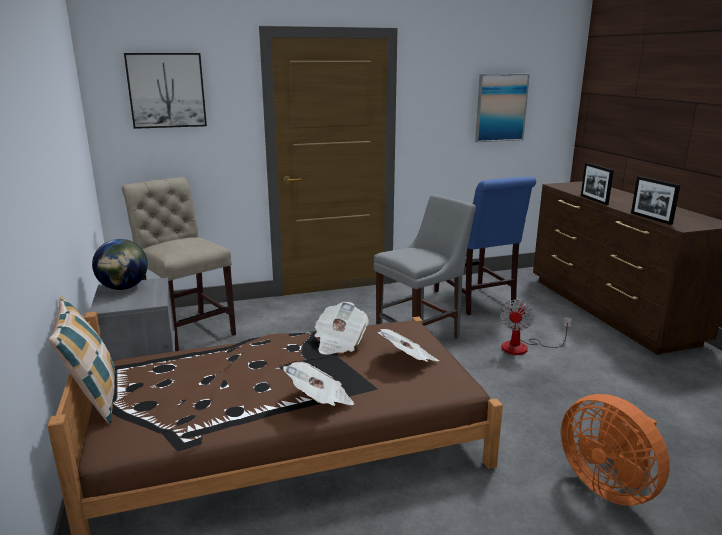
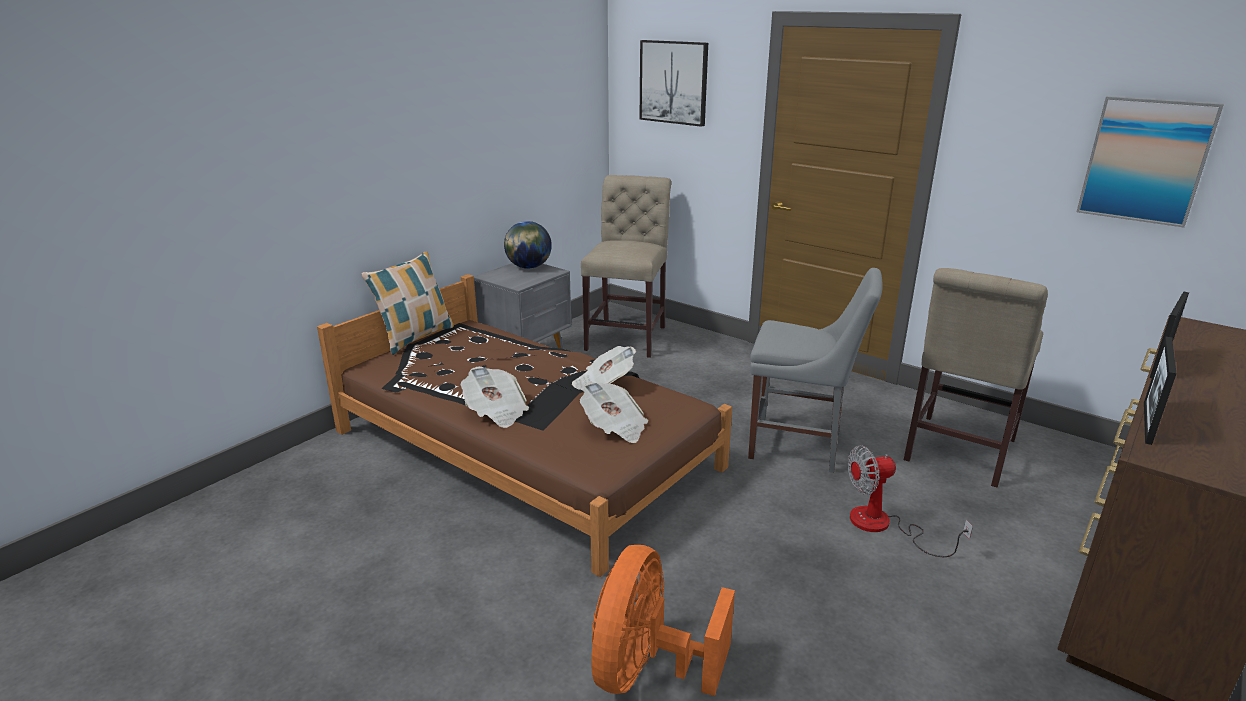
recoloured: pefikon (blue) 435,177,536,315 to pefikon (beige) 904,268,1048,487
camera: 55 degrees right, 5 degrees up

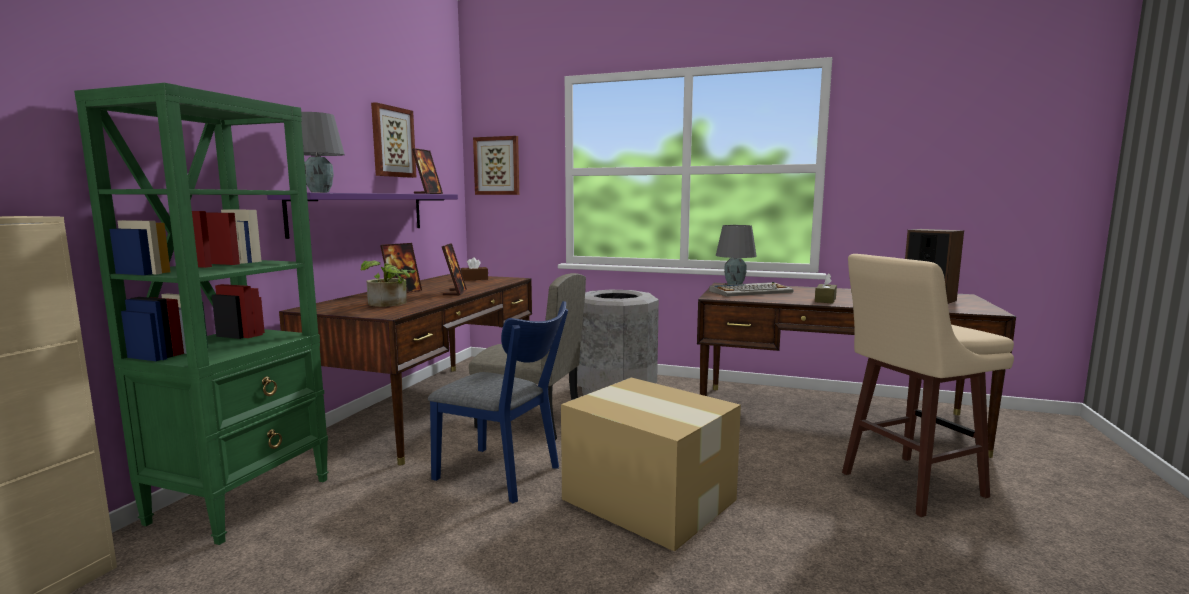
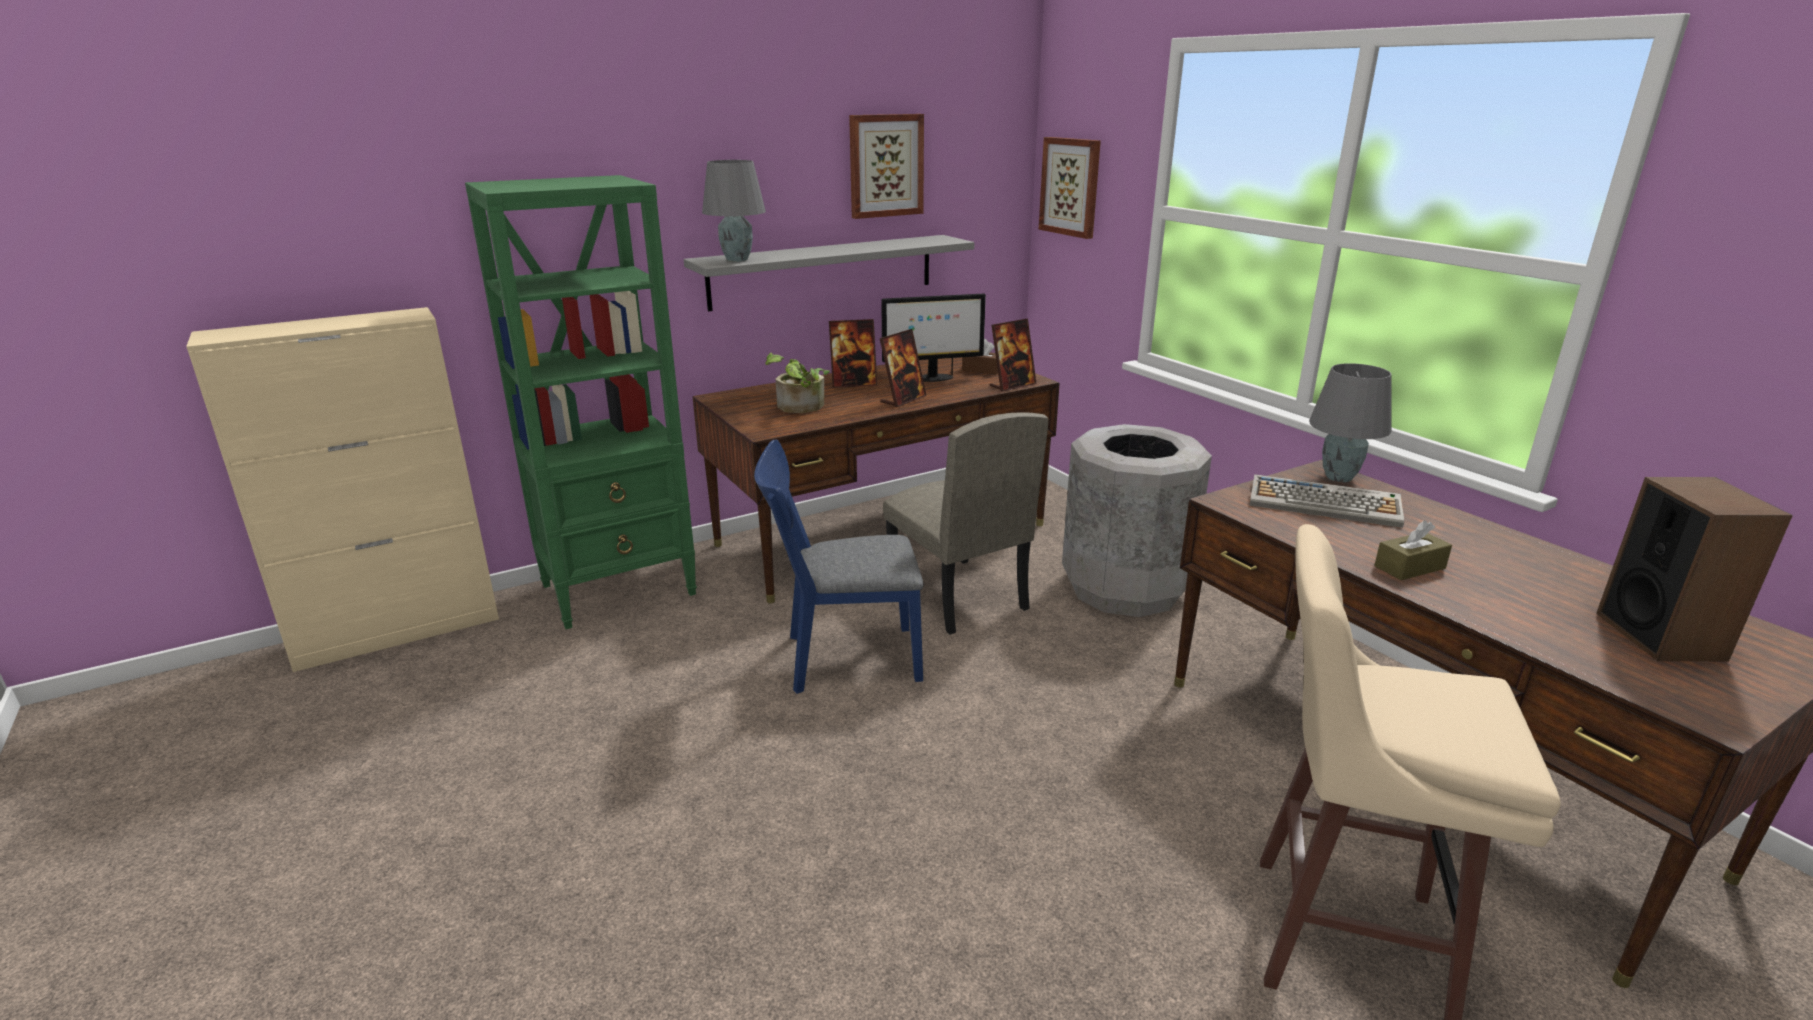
removed: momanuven 561,378,741,552
added: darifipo 881,294,986,382
moved: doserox 412,148,443,194 to 989,318,1037,391
recoloured: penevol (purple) 267,193,458,239 to penevol (grey) 684,235,974,311
turned: pefikon (blue) 428,301,568,504 = 754,440,923,694 105 degrees clockwise
camera: 40 degrees right, 15 degrees up

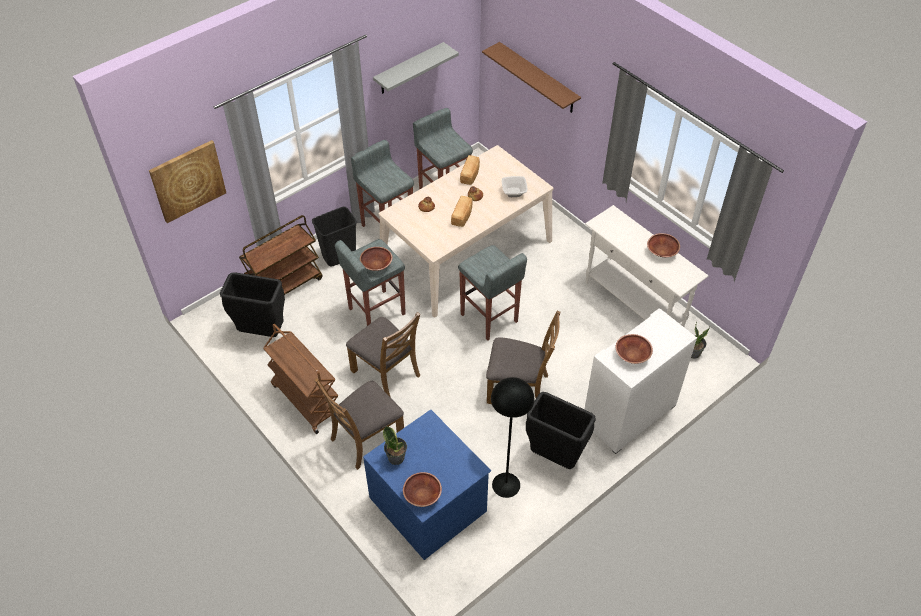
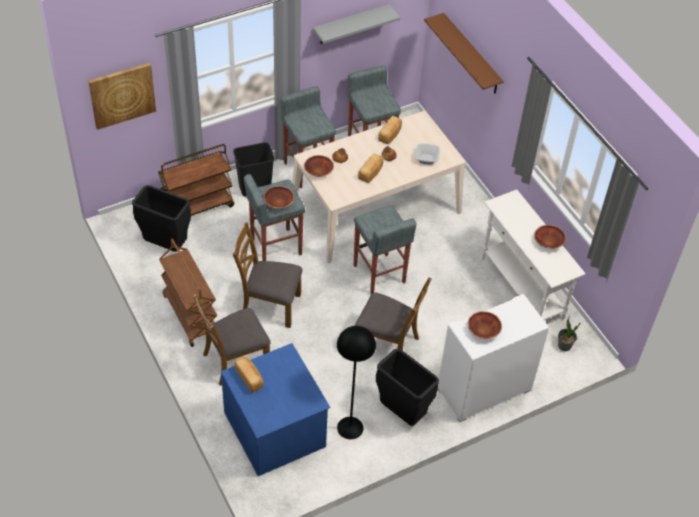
moved: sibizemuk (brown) 403,472,442,507 to 304,155,334,177
replaced: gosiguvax 383,426,407,465 to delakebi 235,356,264,393
turned: pefikon (brown) 346,312,420,398 = 233,222,303,328 135 degrees clockwise
camera: 10 degrees right, 0 degrees up

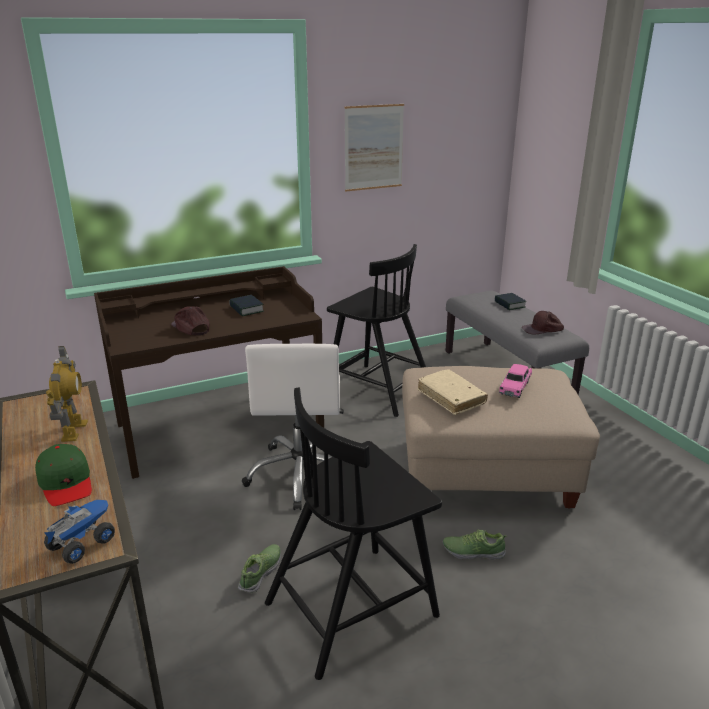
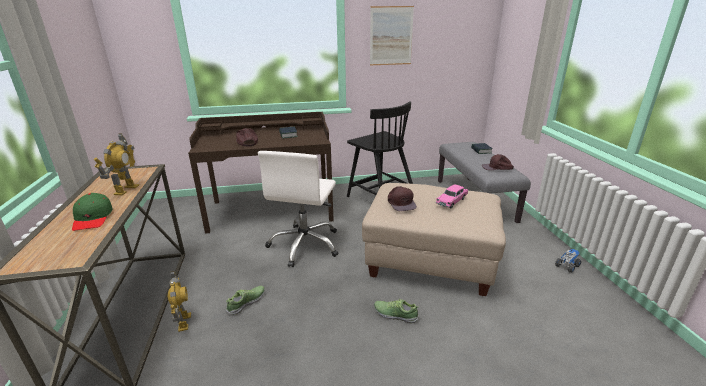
removed: pefikon (black) 265,388,442,680
added: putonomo 168,271,191,332
moved: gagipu 44,500,115,564 to 555,249,581,273
replaced: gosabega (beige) 418,369,488,415 to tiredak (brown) 388,186,417,211
camera: 15 degrees right, 0 degrees up

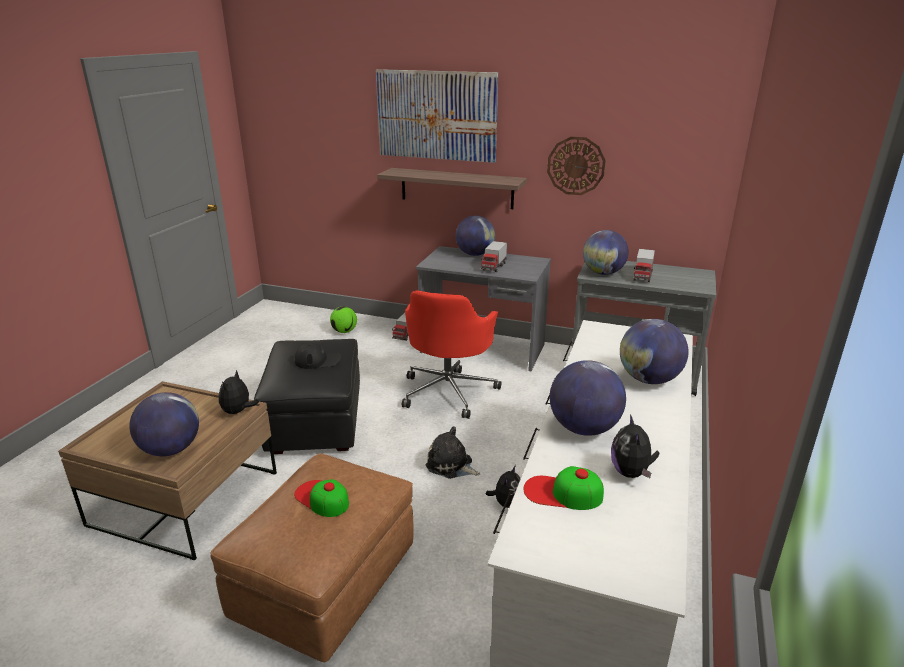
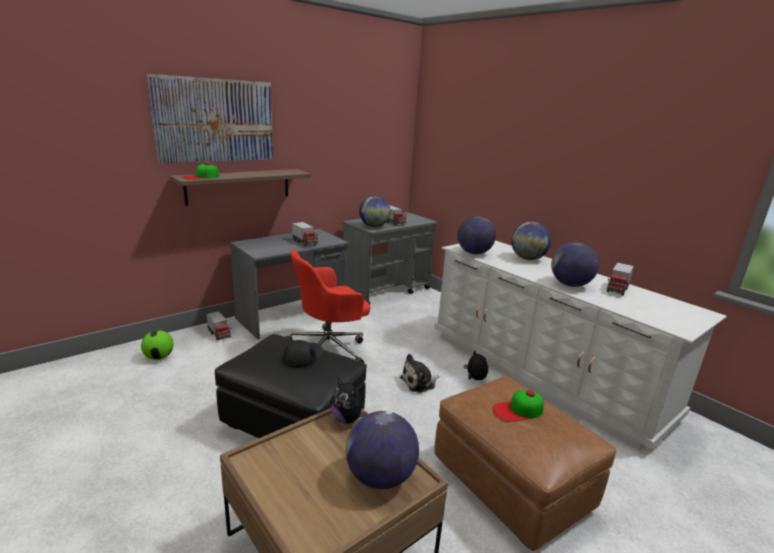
removed: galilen 547,137,606,195
moved: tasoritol 455,215,495,256 to 457,216,496,254; tiredak 523,466,604,510 to 182,162,219,180
replaced: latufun 611,414,660,478 to gagipu 607,262,634,296
turned: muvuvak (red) 402,290,501,419 = 286,249,370,363 105 degrees clockwise
camera: 60 degrees left, 5 degrees down

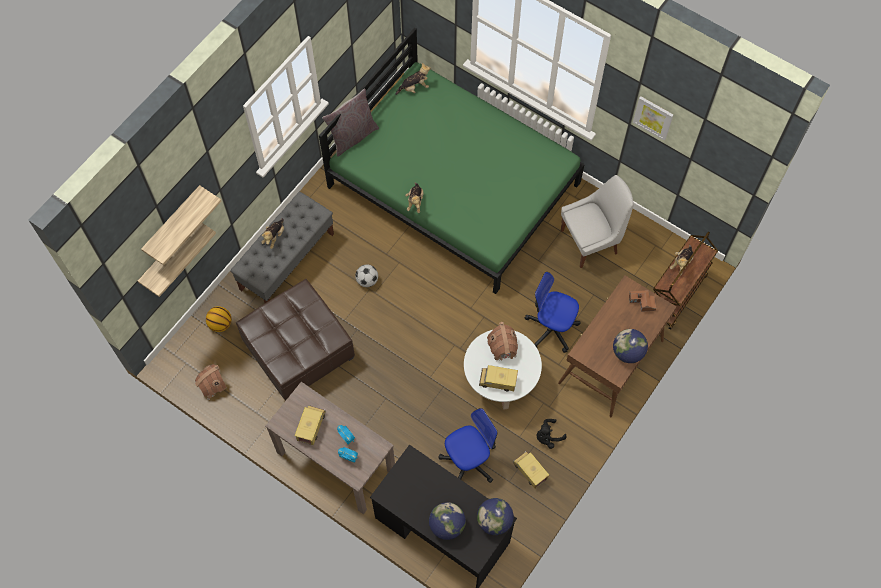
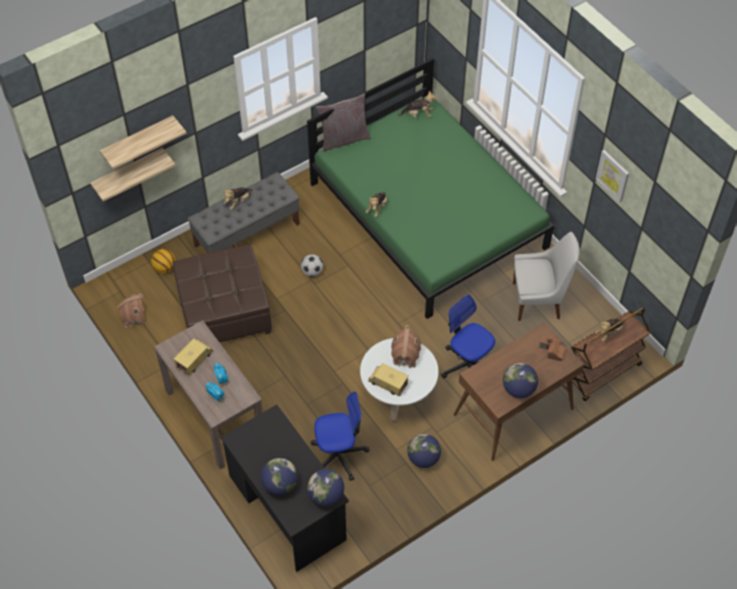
removed: gagipu 512,451,549,489
replaced: latufun (black) 537,419,566,449 to tasoritol 407,434,441,468
camera: 20 degrees right, 10 degrees down

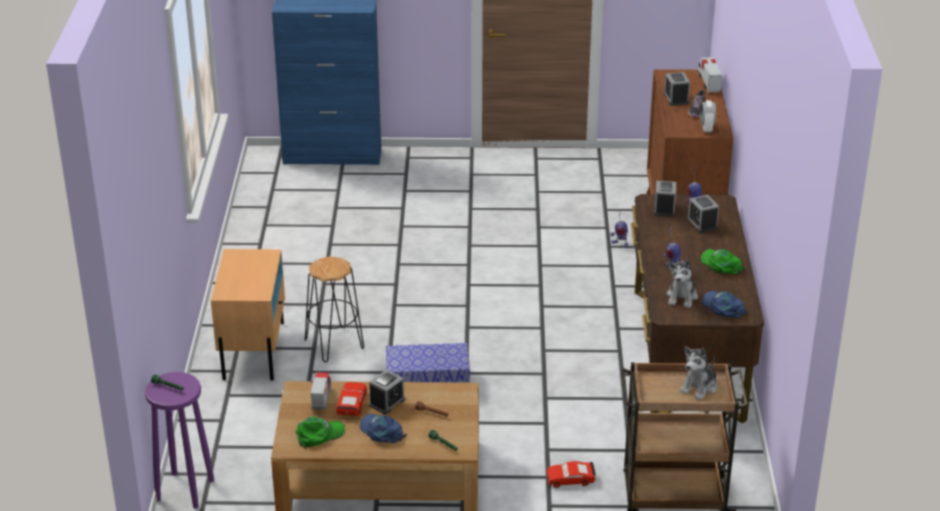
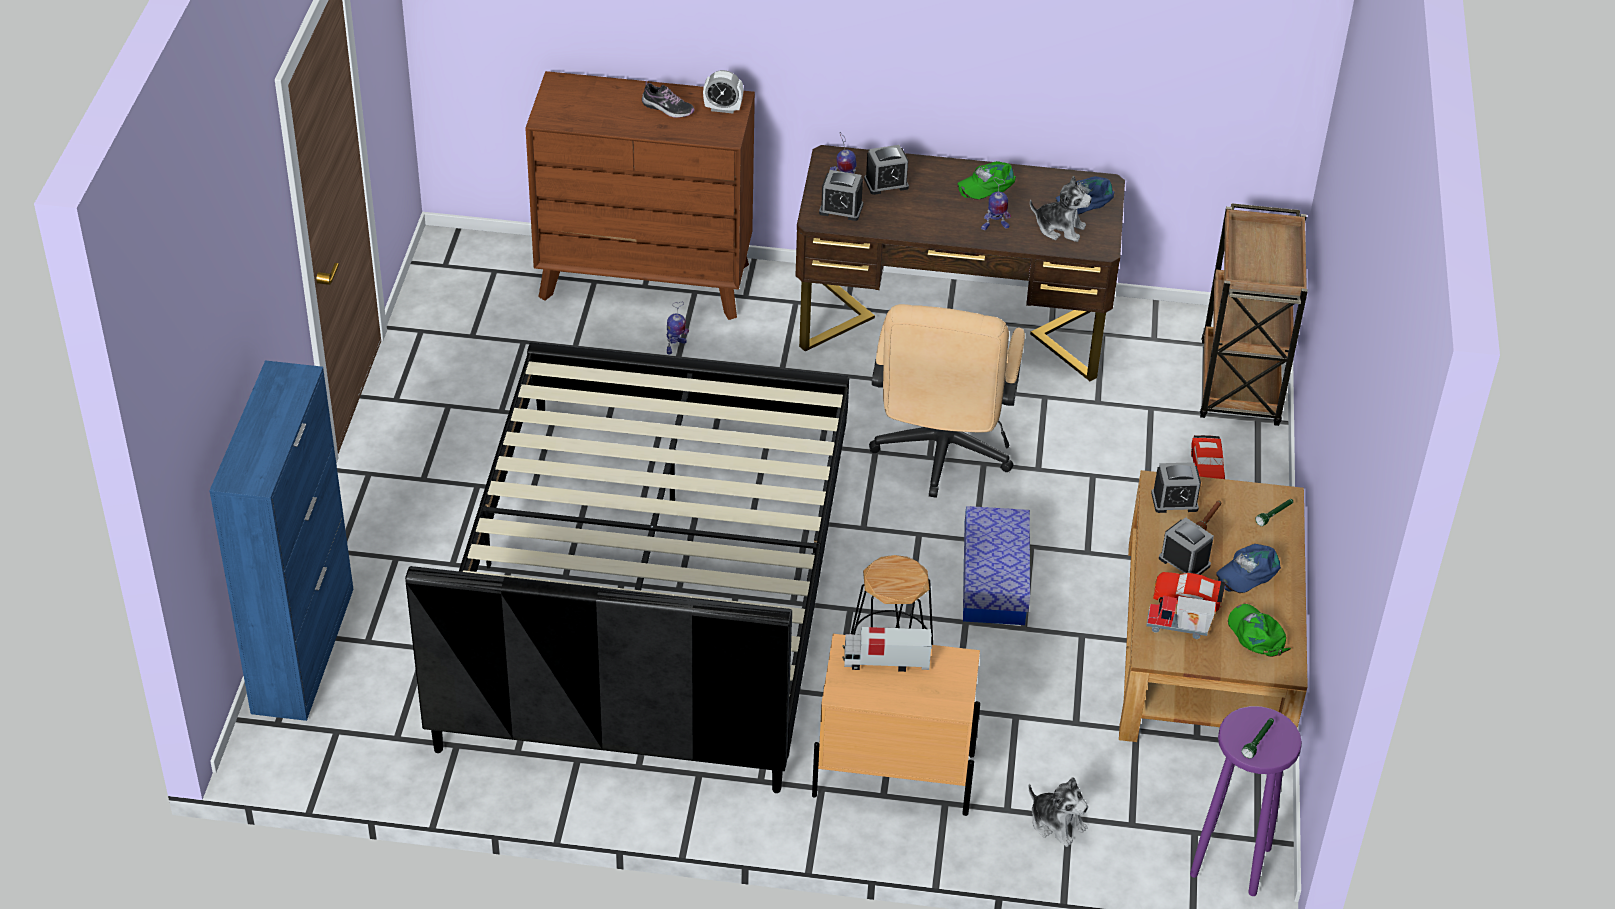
added: muvuvak (beige) 869,304,1025,498; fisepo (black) 405,342,849,793
moved: gagipu 698,57,722,93 to 842,627,932,672; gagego 664,72,690,106 to 1151,462,1201,513; latufun 680,346,717,400 to 1029,777,1088,847
camera: 85 degrees left, 10 degrees up

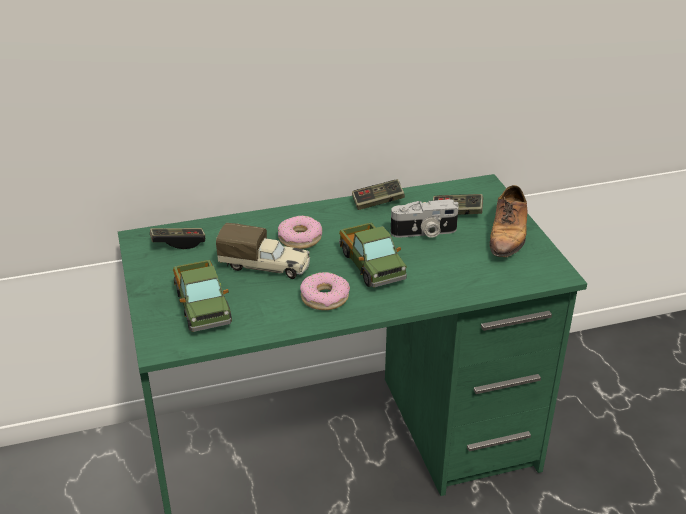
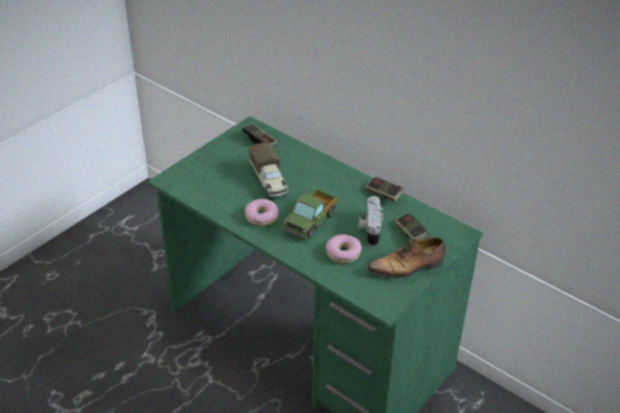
removed: gagipu 173,260,232,332
moved: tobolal 278,215,322,249 to 326,234,362,263
turned: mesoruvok 391,199,459,238 = 359,196,383,246 45 degrees clockwise
camera: 55 degrees right, 5 degrees up

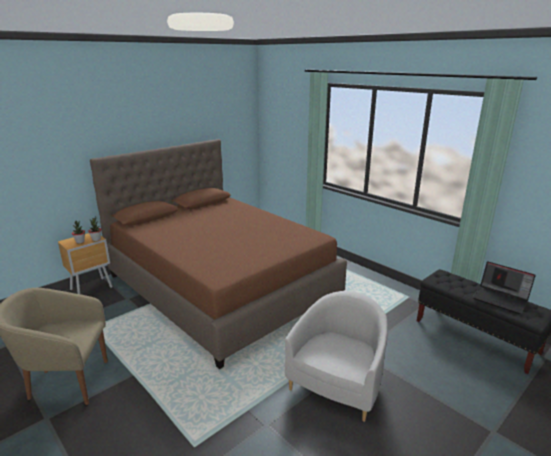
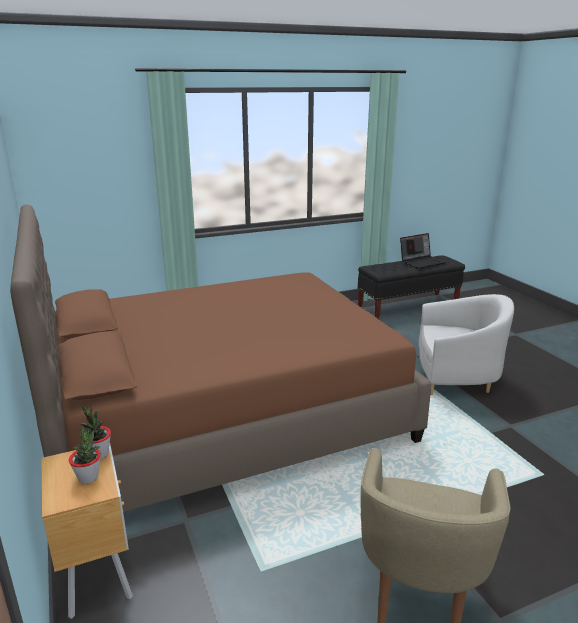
turned: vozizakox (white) 285,291,388,422 = 419,294,514,395 135 degrees clockwise
camera: 70 degrees left, 0 degrees up

